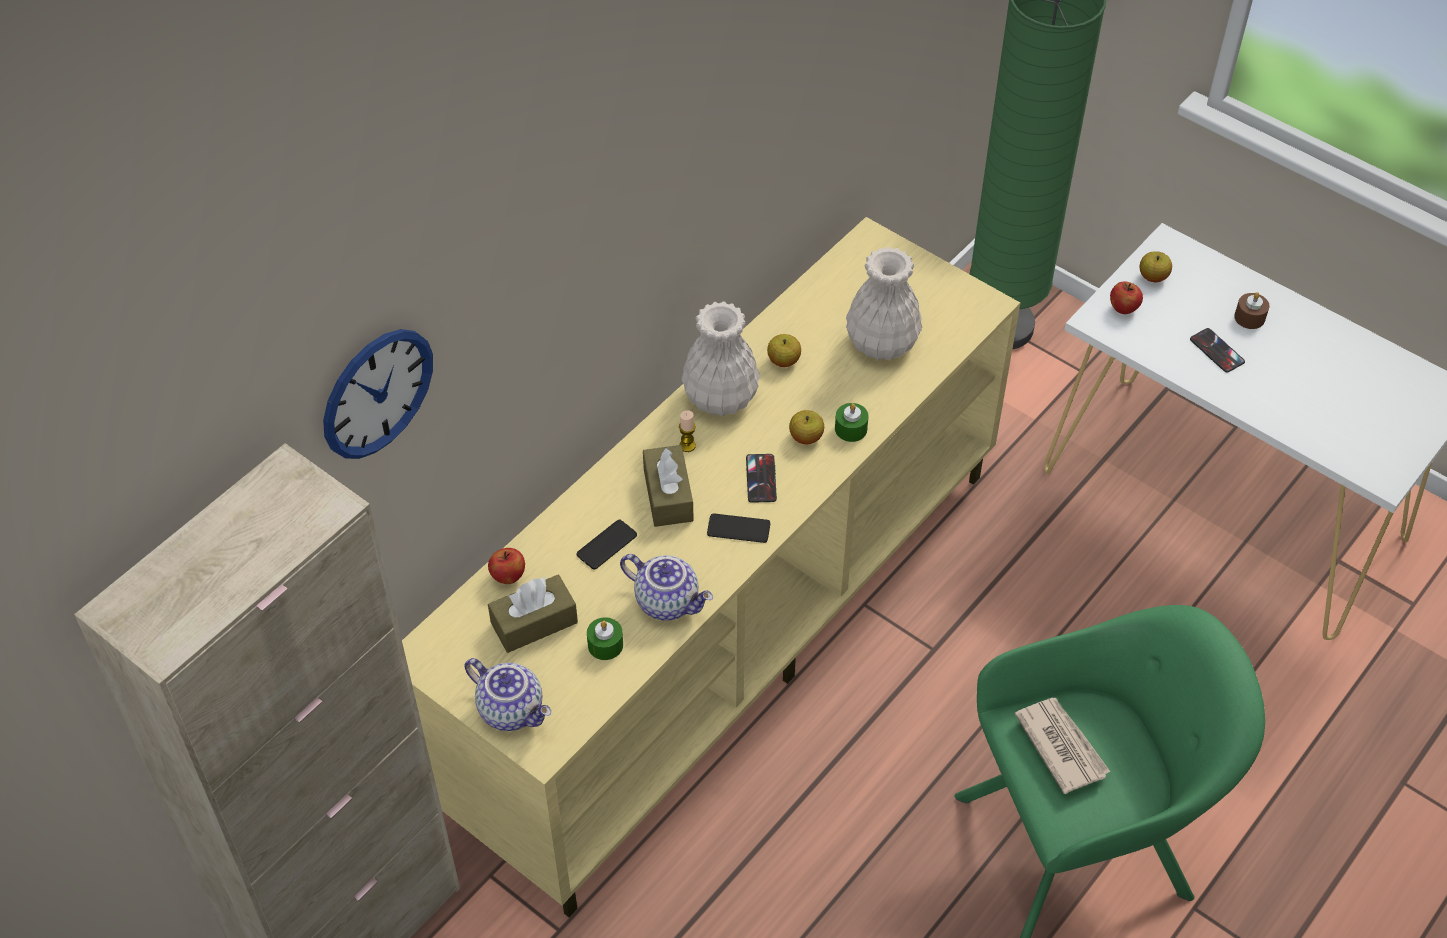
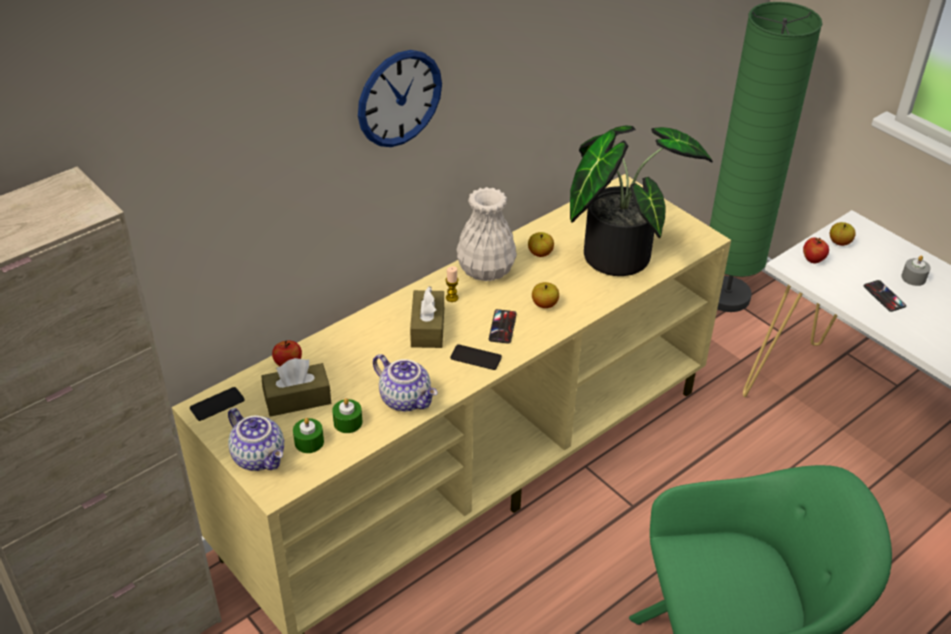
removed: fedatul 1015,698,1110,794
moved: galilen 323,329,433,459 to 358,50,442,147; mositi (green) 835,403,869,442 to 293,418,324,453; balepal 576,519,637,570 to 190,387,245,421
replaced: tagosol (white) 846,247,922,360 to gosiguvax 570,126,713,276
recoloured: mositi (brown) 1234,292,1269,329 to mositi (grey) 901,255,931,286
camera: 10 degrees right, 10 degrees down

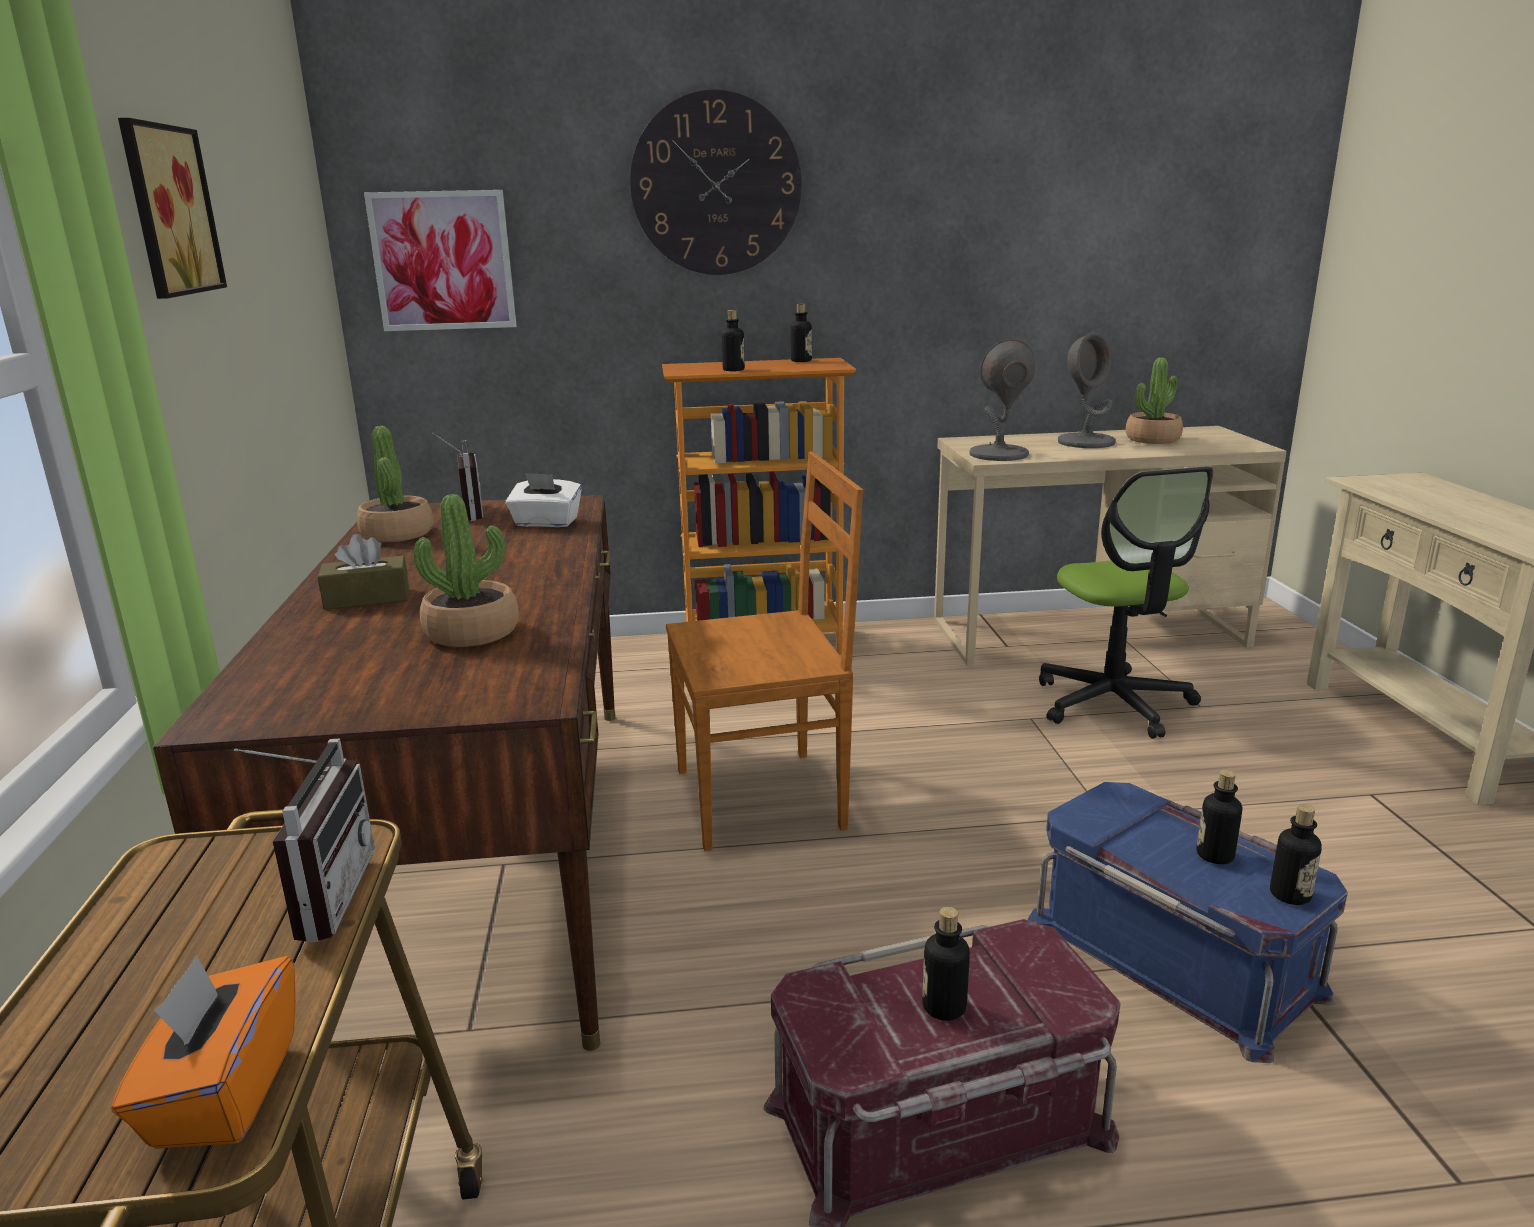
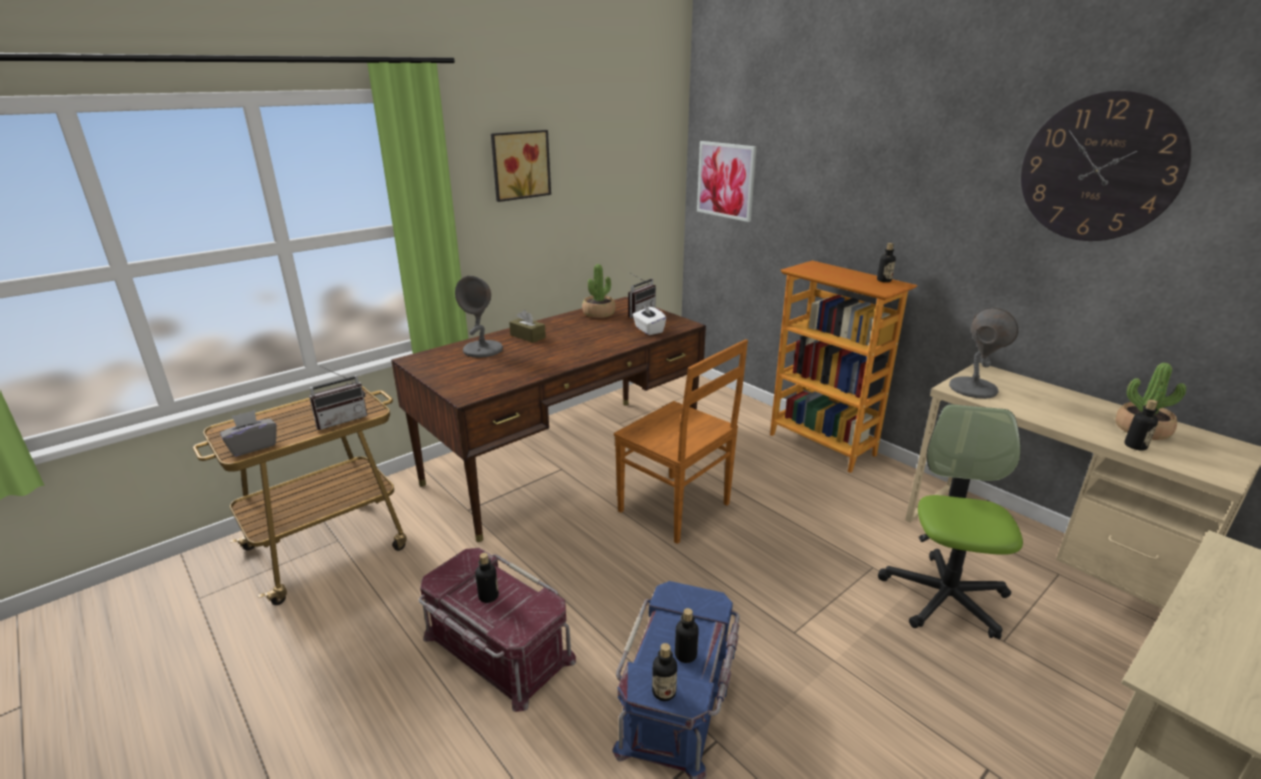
removed: gosiguvax 414,494,519,647
moved: galilen 630,89,802,275 to 1021,91,1191,241; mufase 722,310,745,371 to 1124,399,1158,451; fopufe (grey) 1058,332,1116,448 to 455,276,503,358
recoloured: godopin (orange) 111,955,296,1148 to godopin (grey) 220,410,277,457
turned: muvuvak 1039,466,1213,739 = 878,404,1023,639 150 degrees clockwise
camera: 55 degrees right, 5 degrees up

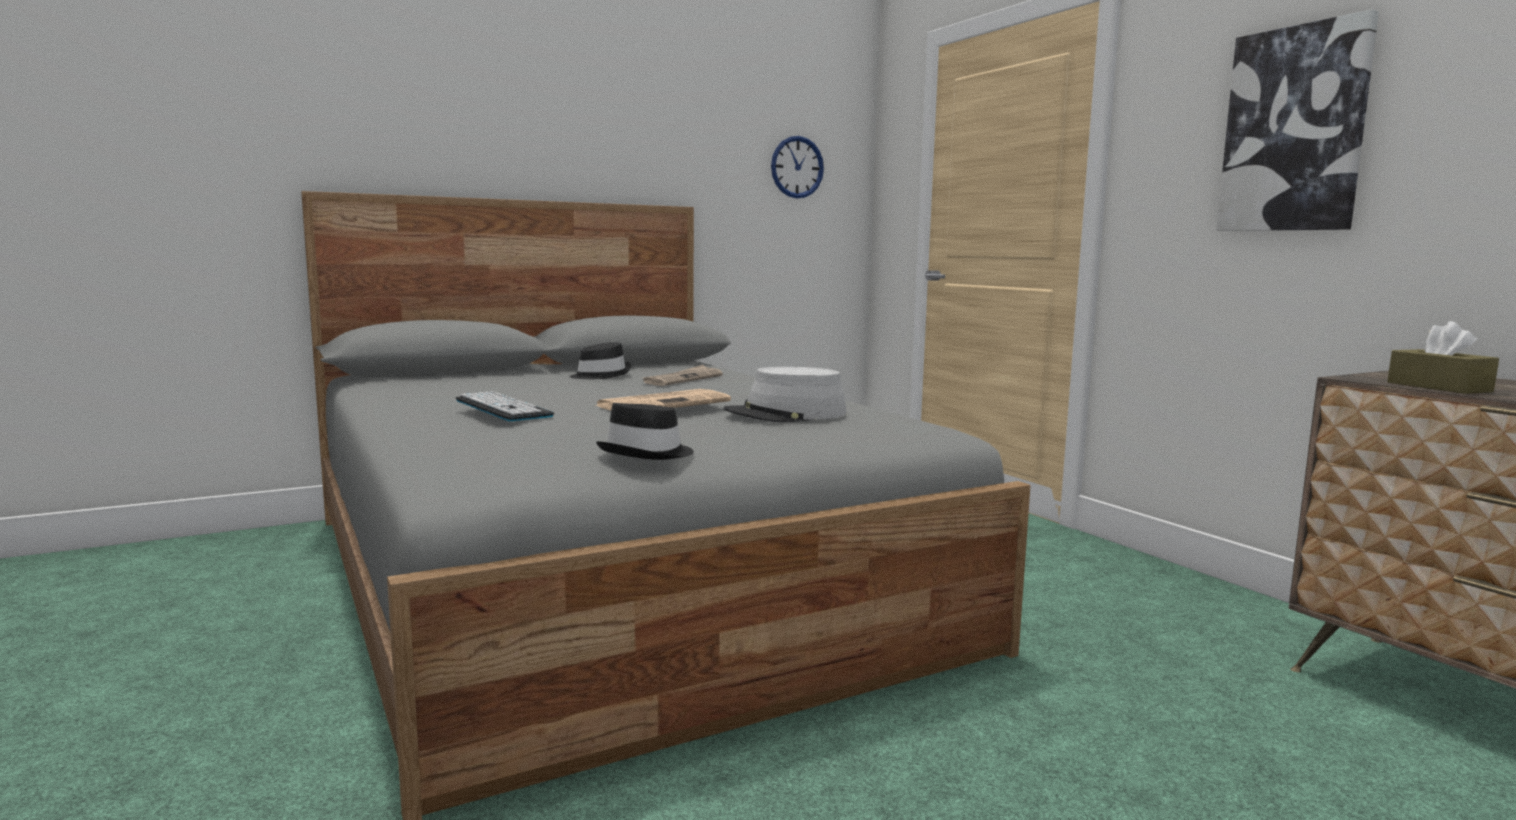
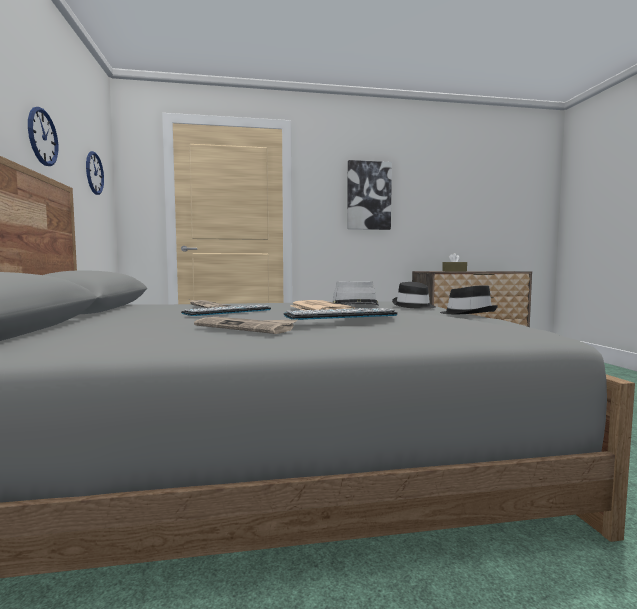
added: galilen 28,107,58,166; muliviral 181,305,271,316; fedatul 194,317,298,334
moved: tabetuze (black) 570,342,632,379 to 392,282,436,309
camera: 70 degrees left, 5 degrees down

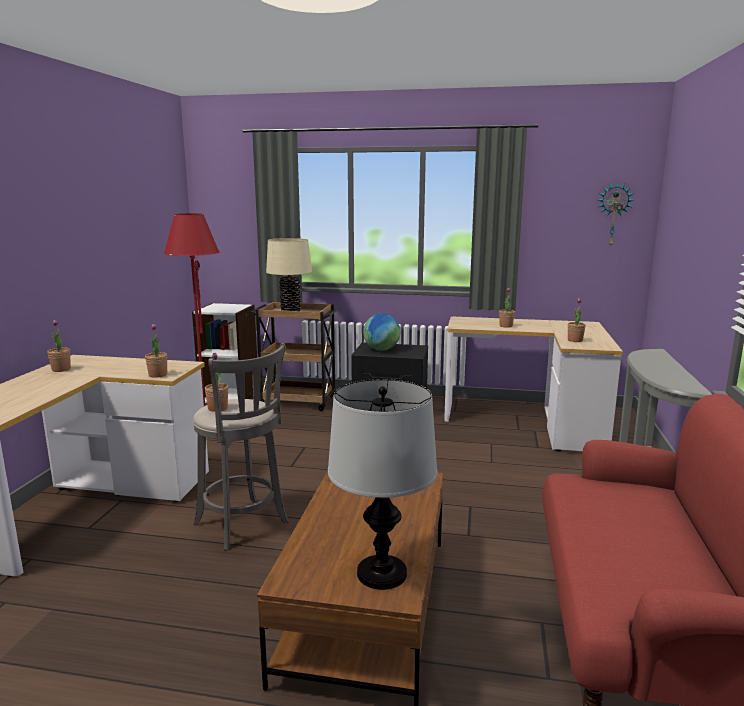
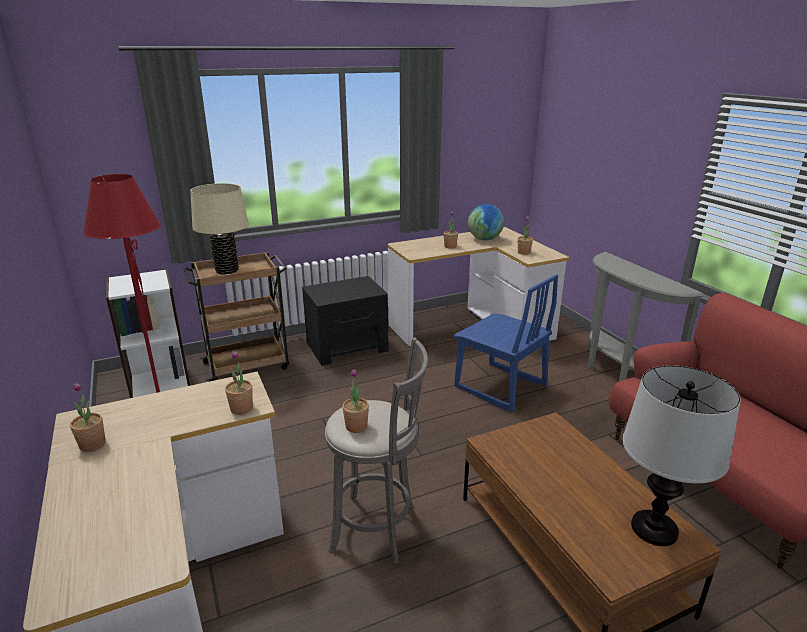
removed: galilen 597,182,634,246
added: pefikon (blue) 454,274,558,412
moved: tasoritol 363,314,400,351 to 468,204,504,240
camera: 35 degrees left, 10 degrees up

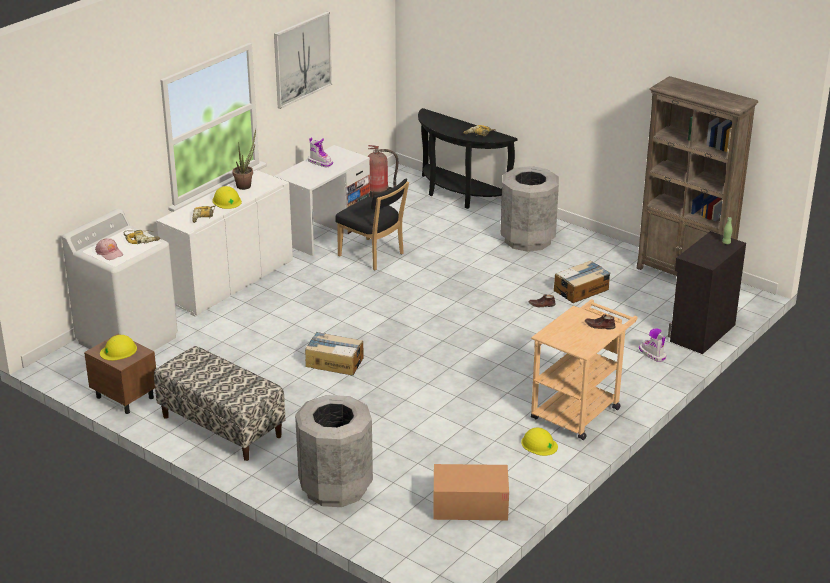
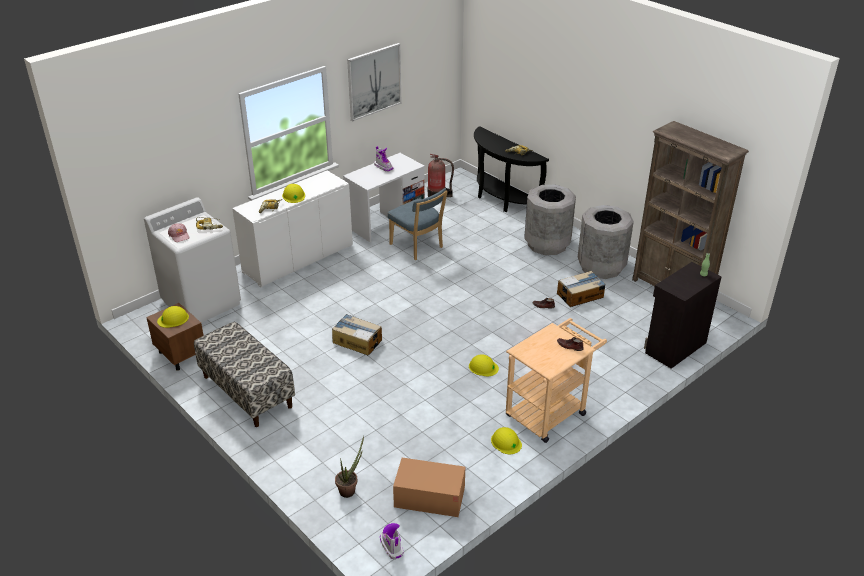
added: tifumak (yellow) 469,354,499,376
moved: gosiguvax 232,129,256,190 to 335,436,364,498; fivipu 639,329,666,362 to 380,523,403,559; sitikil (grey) 295,395,373,507 to 578,205,634,279
recoloured: pefikon (black) 335,178,409,271 to pefikon (blue) 388,188,448,260
camera: 10 degrees right, 5 degrees up

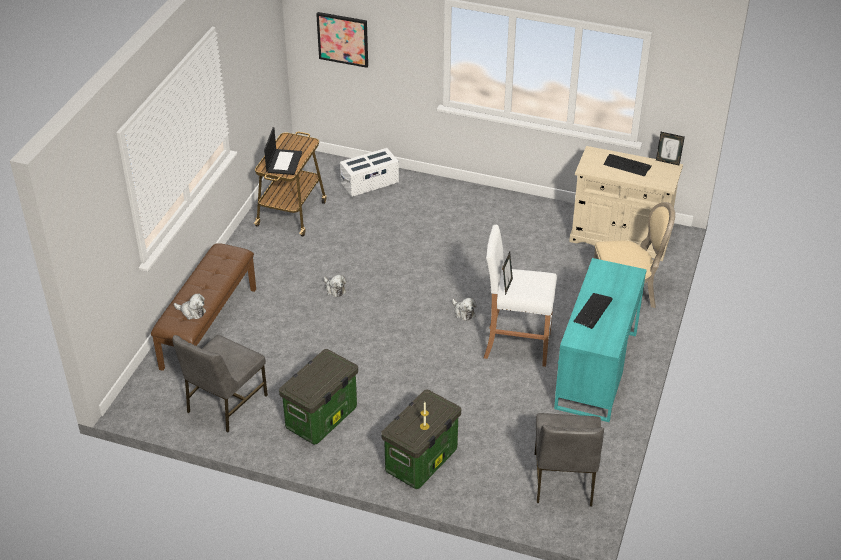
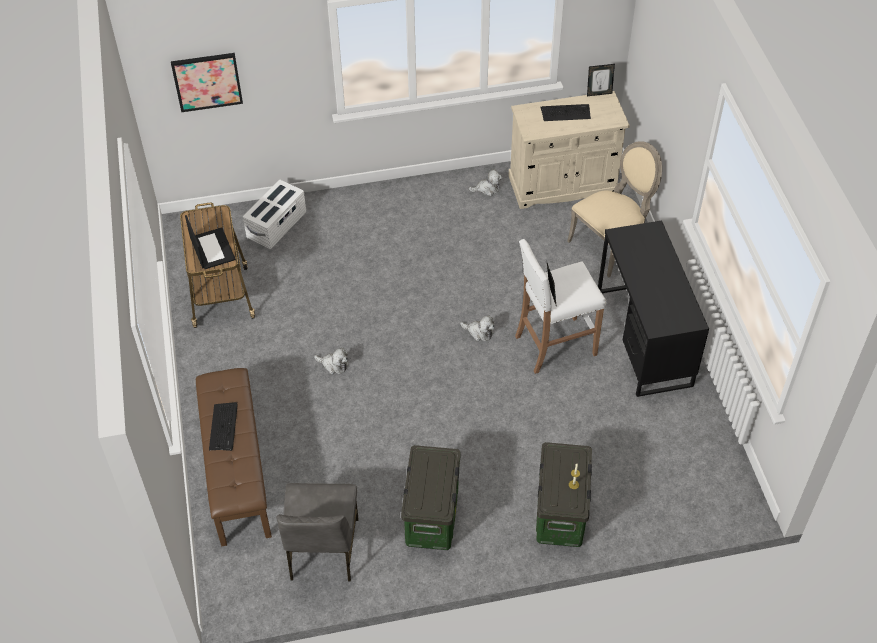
removed: pefikon (grey) 535,413,604,507
moved: muliviral 573,293,613,329 to 209,402,237,451; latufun 174,294,206,320 to 468,169,502,196
recoloured: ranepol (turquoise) 554,258,647,422 to ranepol (black) 598,220,709,397
camera: 30 degrees left, 10 degrees up

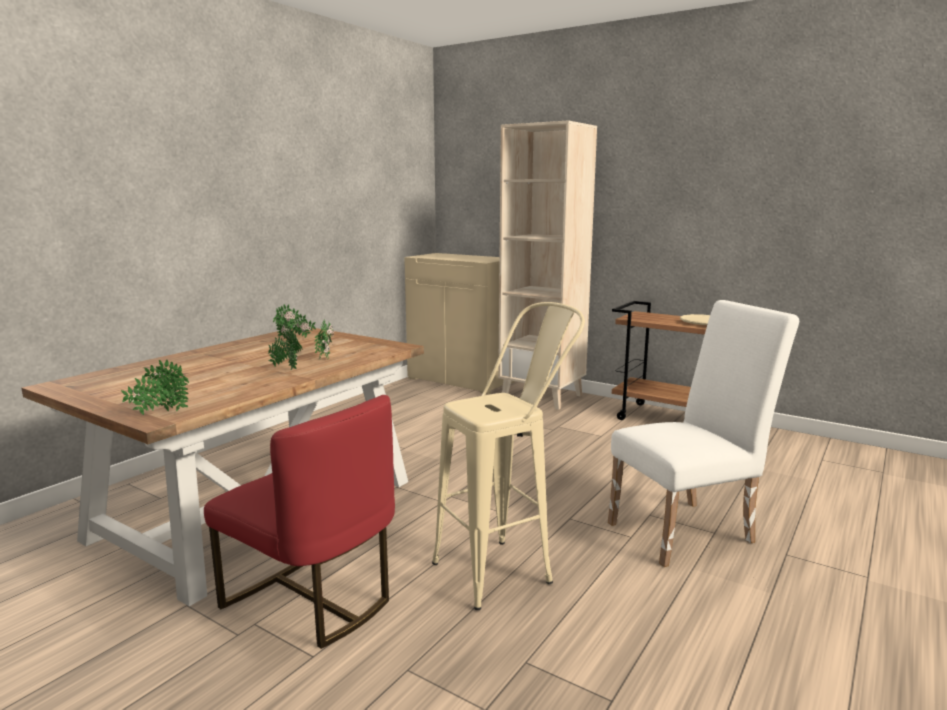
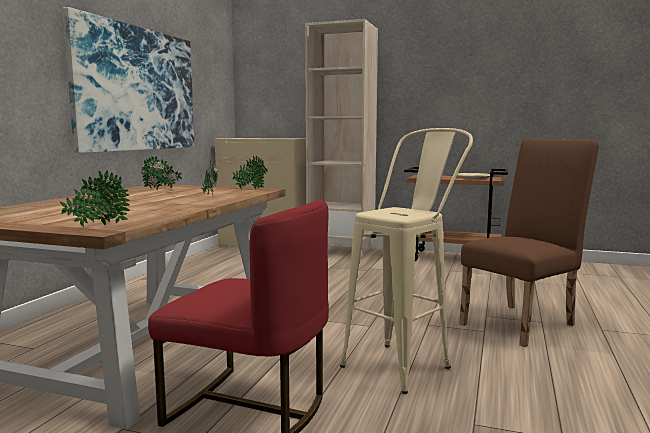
added: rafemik 63,7,194,153
moved: gosiguvax 268,327,303,370 to 232,155,268,190
recoloured: pefikon (white) 608,300,799,567 to pefikon (brown) 459,139,599,347
camera: 15 degrees left, 5 degrees down

